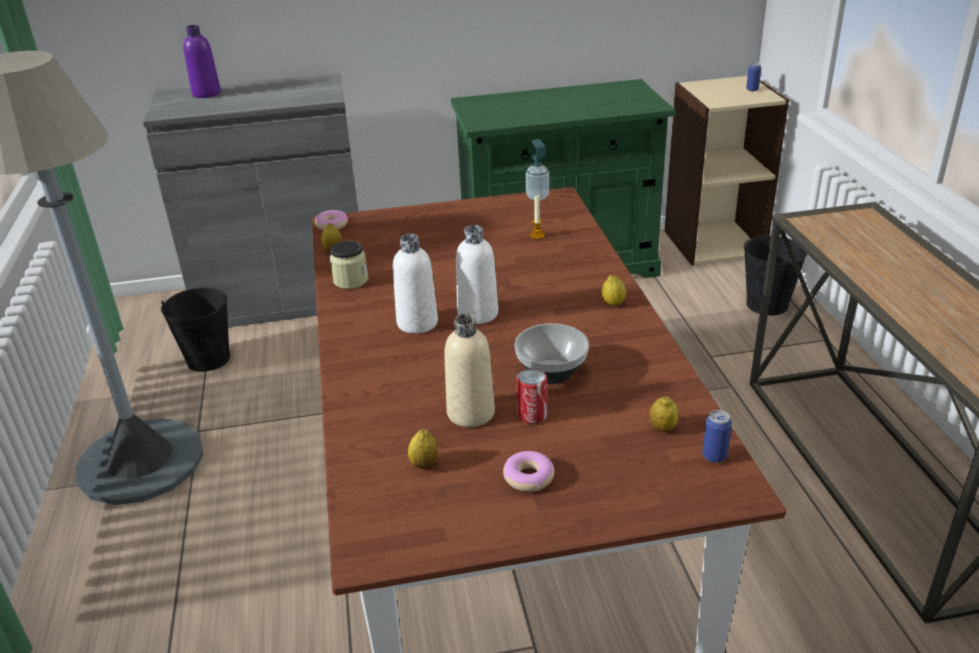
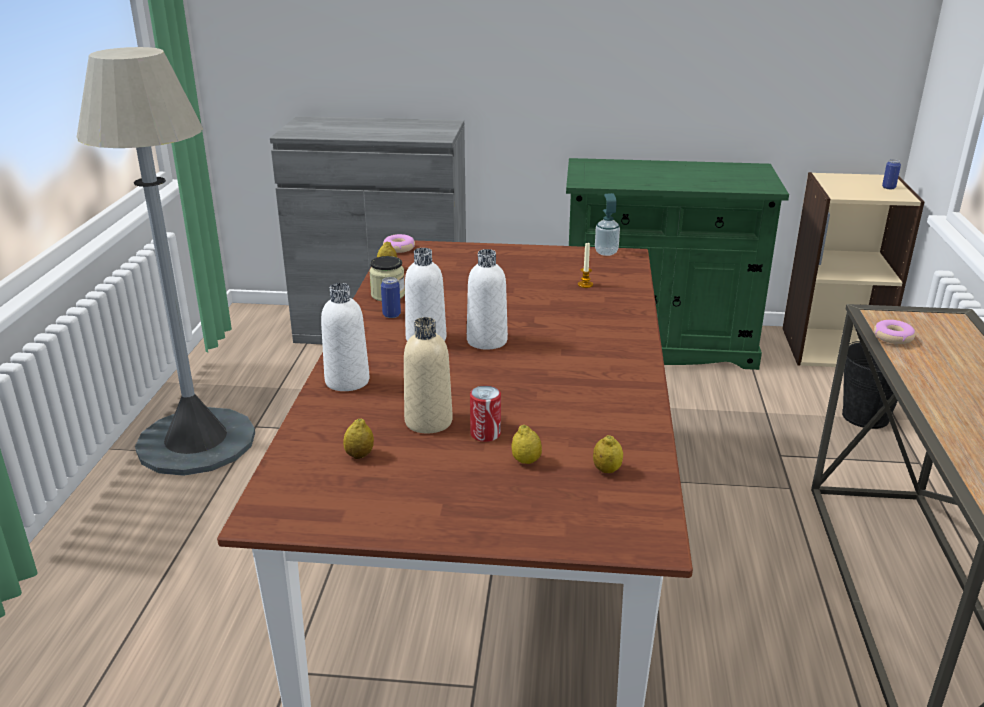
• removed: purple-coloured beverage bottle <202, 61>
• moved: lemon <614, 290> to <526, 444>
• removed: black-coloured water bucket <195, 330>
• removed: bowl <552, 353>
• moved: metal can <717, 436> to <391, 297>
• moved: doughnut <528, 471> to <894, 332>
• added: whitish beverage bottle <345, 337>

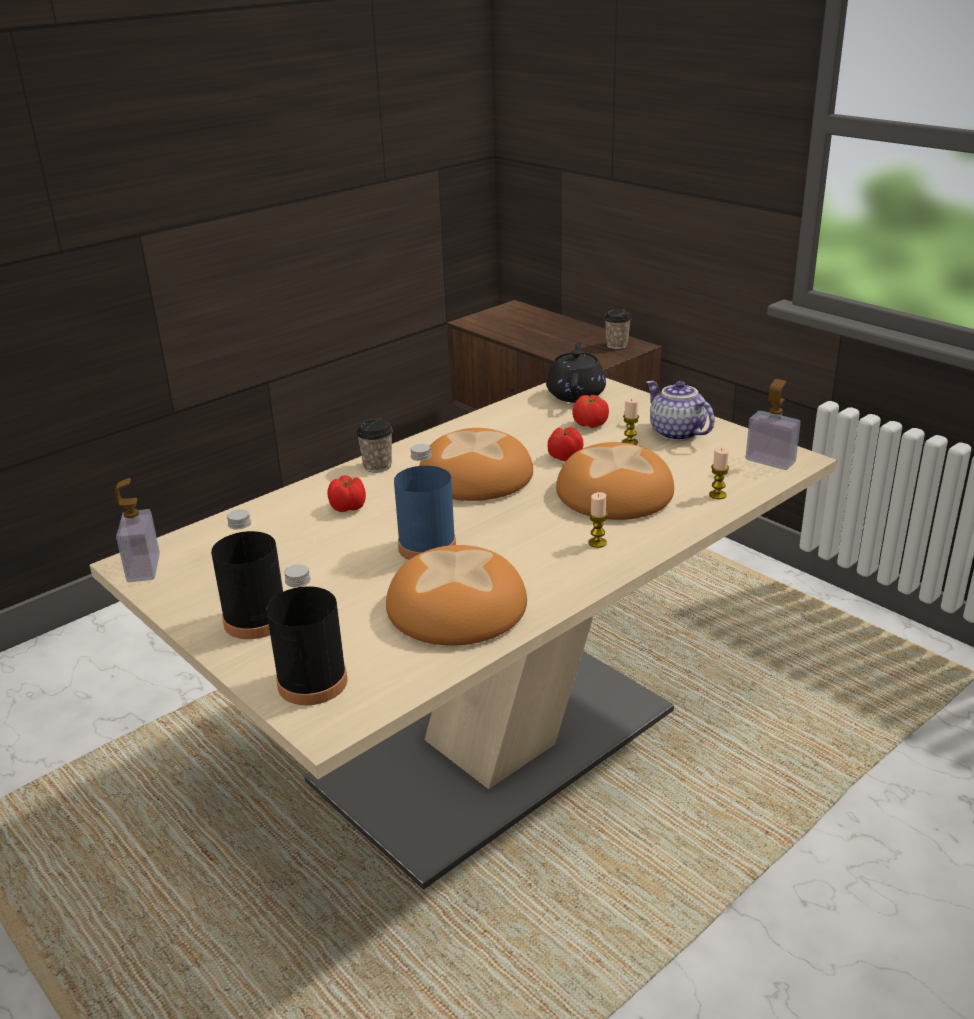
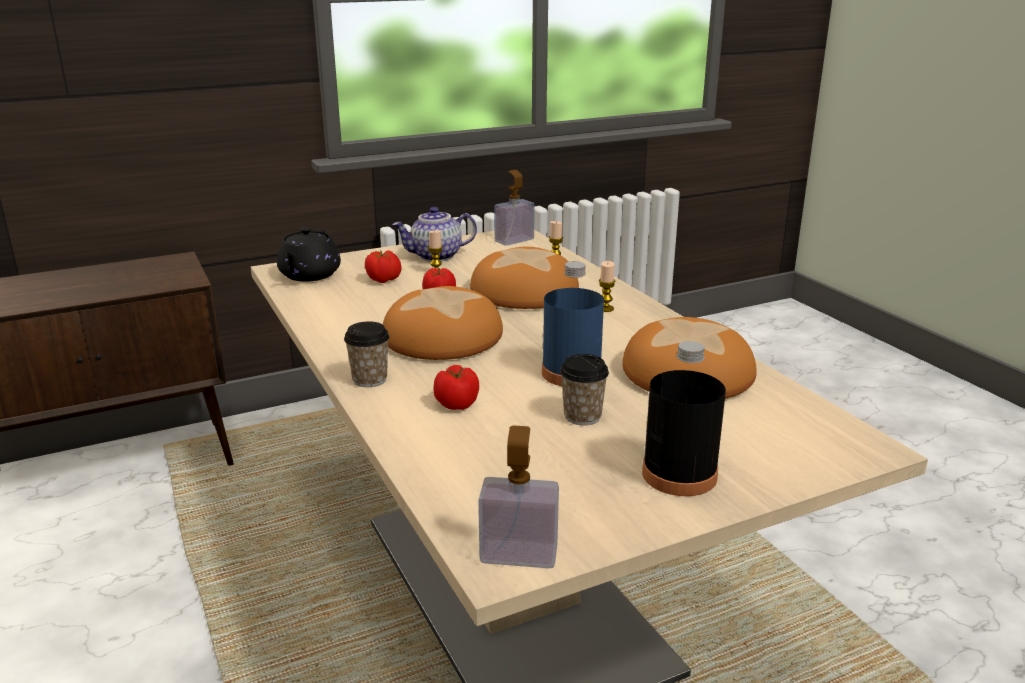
• moved: small cup <618, 329> to <584, 390>
• turned: black-coloured tea pot <576, 372> = <309, 254> 105 degrees counterclockwise
• removed: black-coloured beverage bottle <306, 635>

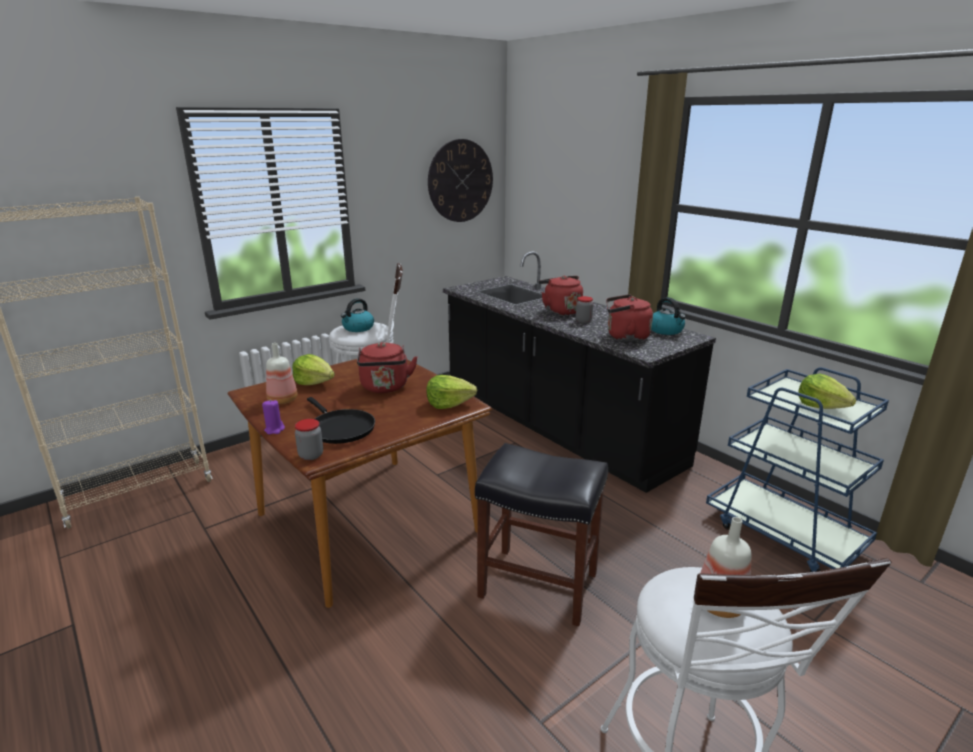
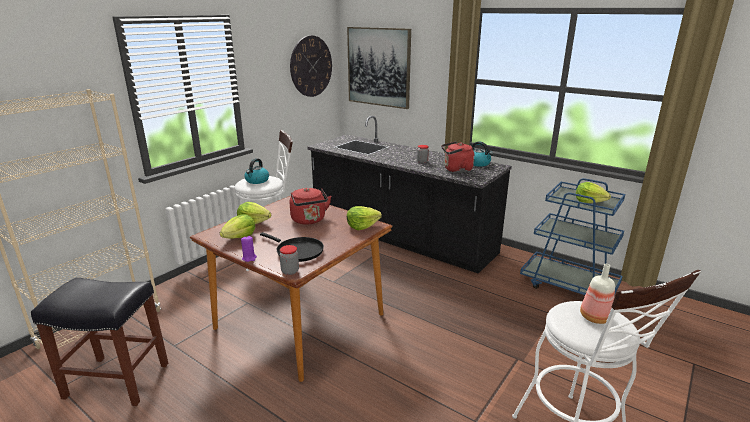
• removed: red water kettle <560, 295>
• replaced: beverage bottle <282, 373> to lettuce head <237, 226>
• moved: black-coloured sitting stool <541, 534> to <99, 341>
• added: picture <379, 68>

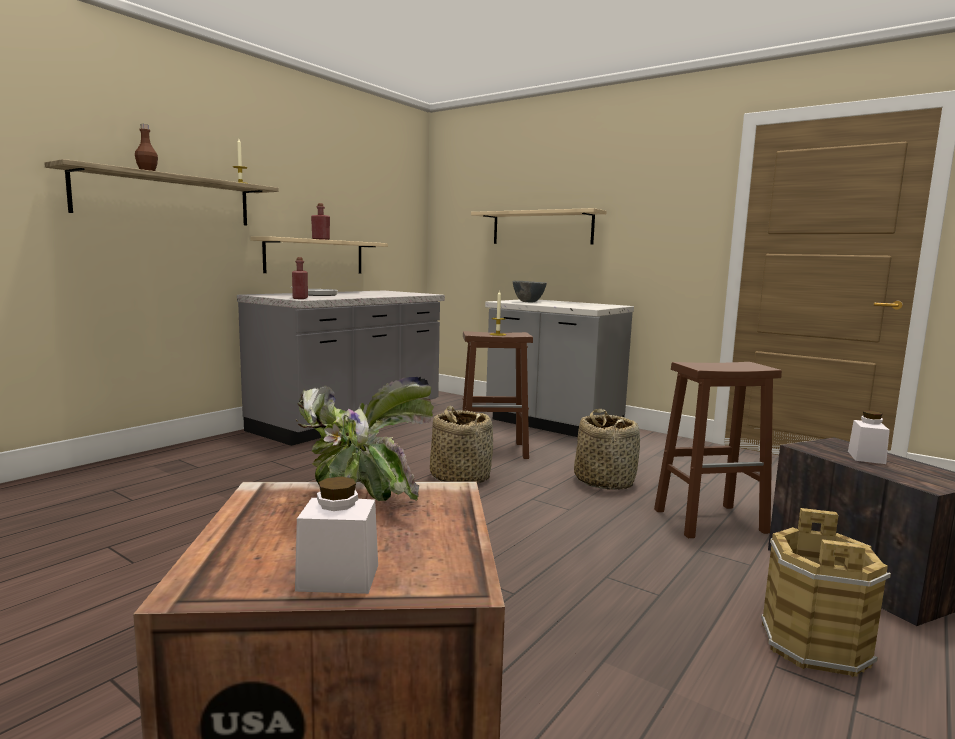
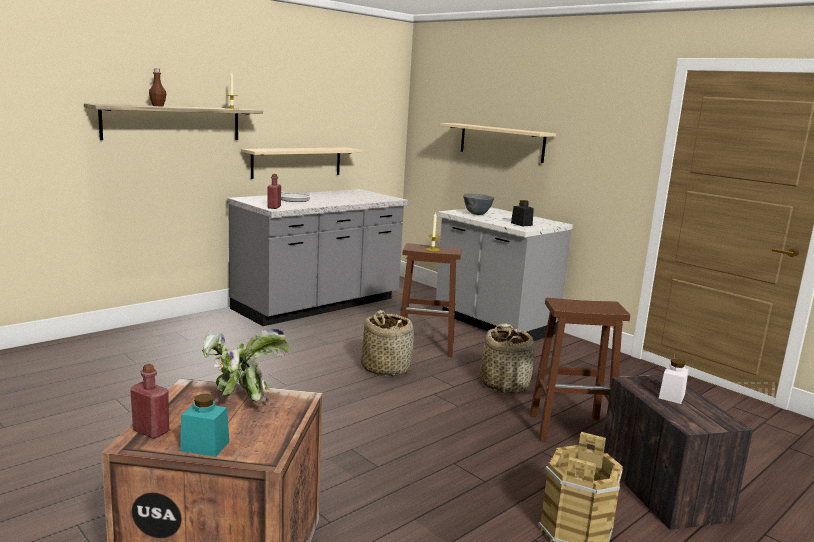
• moved: red beverage bottle <320, 221> to <149, 401>
• recoloured: whitish storage jar <336, 535> to turquoise-coloured storage jar <204, 425>
• added: black-coloured storage jar <522, 213>

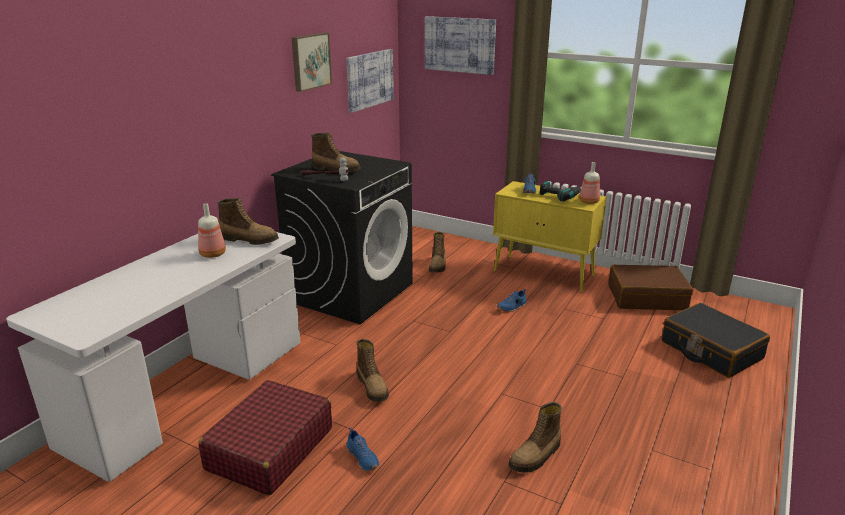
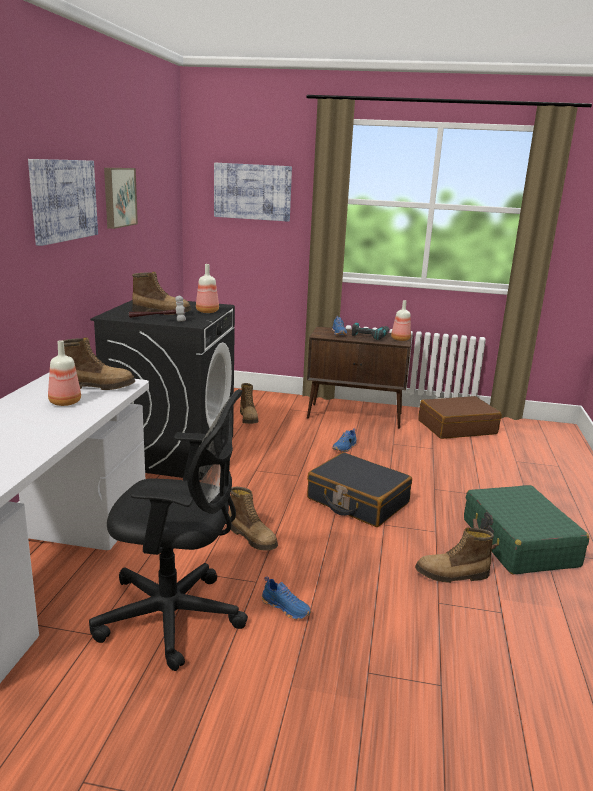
• moved: picture <370, 81> to <63, 202>
• recoloured: yellow-coloured storage cabinet <550, 236> to brownish storage cabinet <359, 377>
• moved: black-coloured suitcase <715, 340> to <359, 489>
• replaced: red suitcase <265, 438> to black-coloured desk chair <168, 530>
• turned: tall boot <535, 437> = <454, 555> 60 degrees clockwise
• added: beverage bottle <207, 288>
• added: greenish suitcase <526, 529>

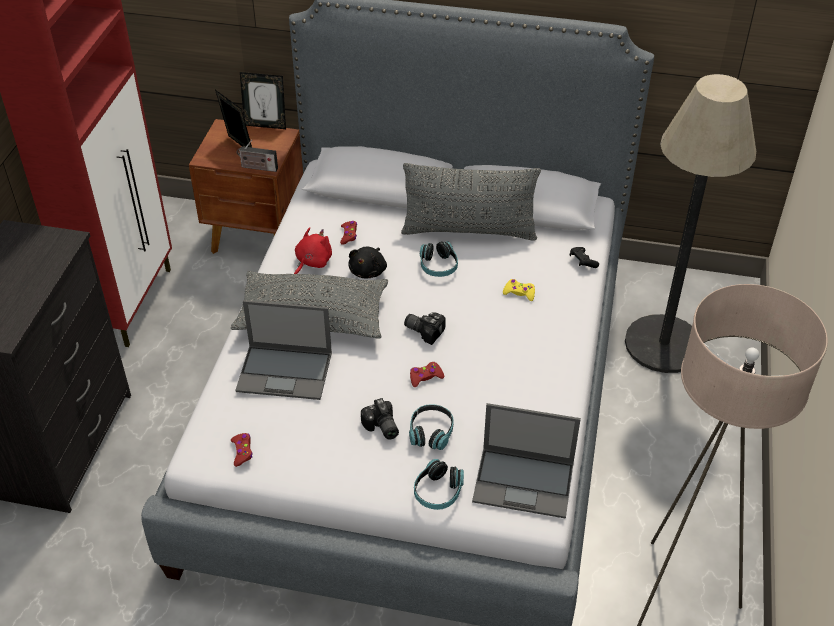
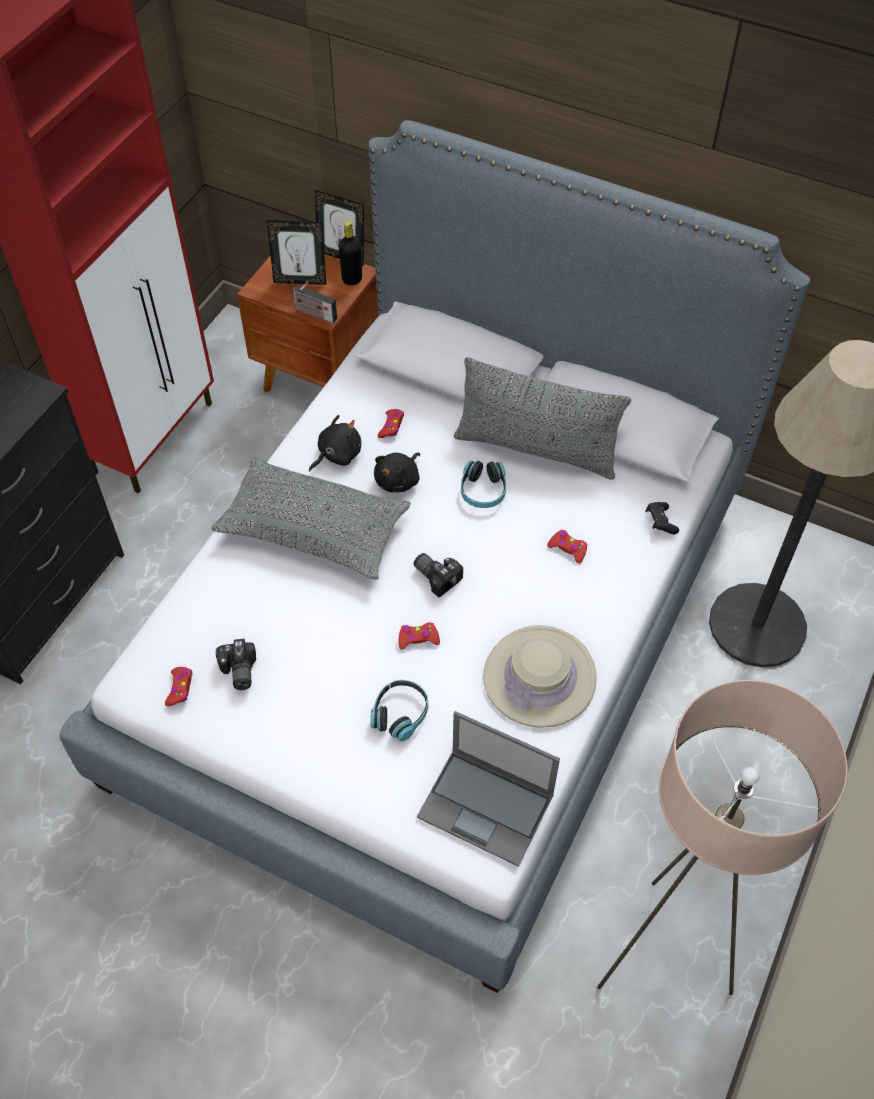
• turned: picture frame <233, 119> = <296, 252> 120 degrees clockwise
• recoloured: red plush toy <313, 250> to black-coloured plush toy <335, 443>
• recoloured: yellow-coloured gamepad <519, 290> to red gamepad <567, 547>
• removed: notebook computer <283, 350>
• moved: photo camera <380, 419> to <236, 664>
• removed: headset <439, 484>
• added: black-coloured beverage bottle <350, 253>
• added: sand-coloured wearable hat <540, 676>

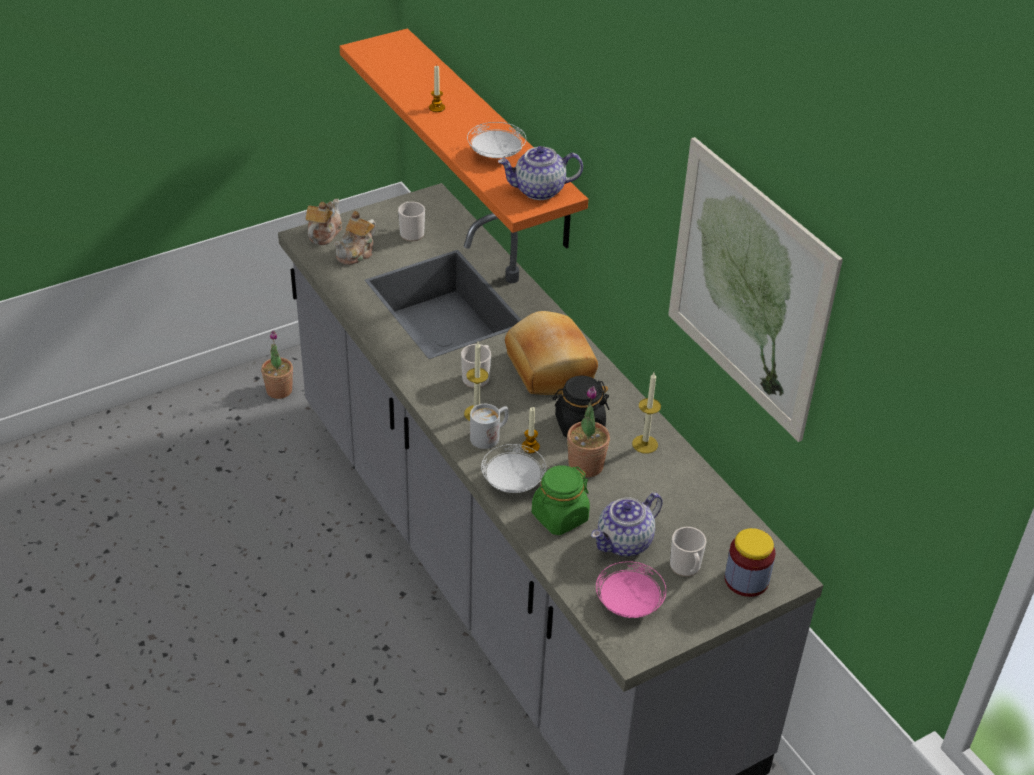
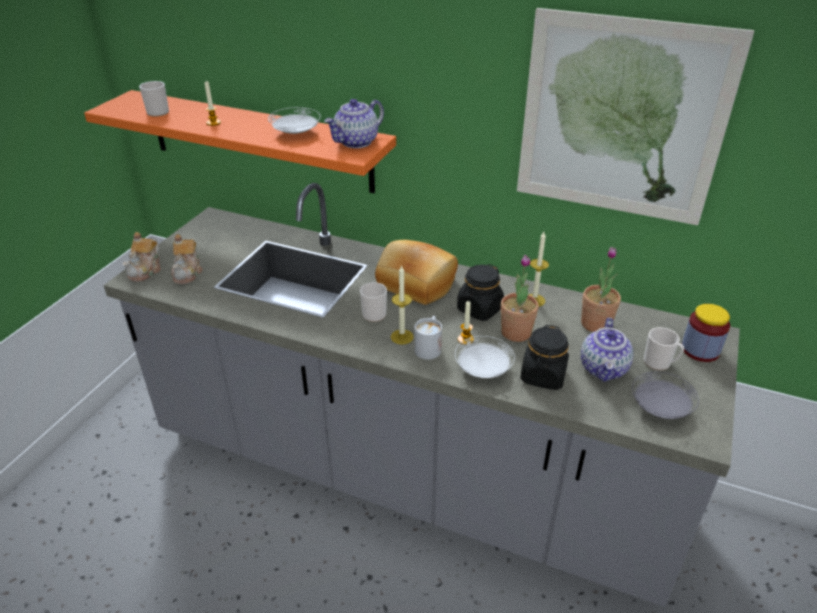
• turned: tea pot <324, 222> = <142, 257> 150 degrees counterclockwise
• moved: mug <411, 221> to <154, 99>
• moved: houseplant <277, 364> to <601, 289>
• recoloured: greenish storage jar <561, 500> to black-coloured storage jar <544, 357>
• recoloured: pinkish plate <631, 589> to gray plate <665, 395>

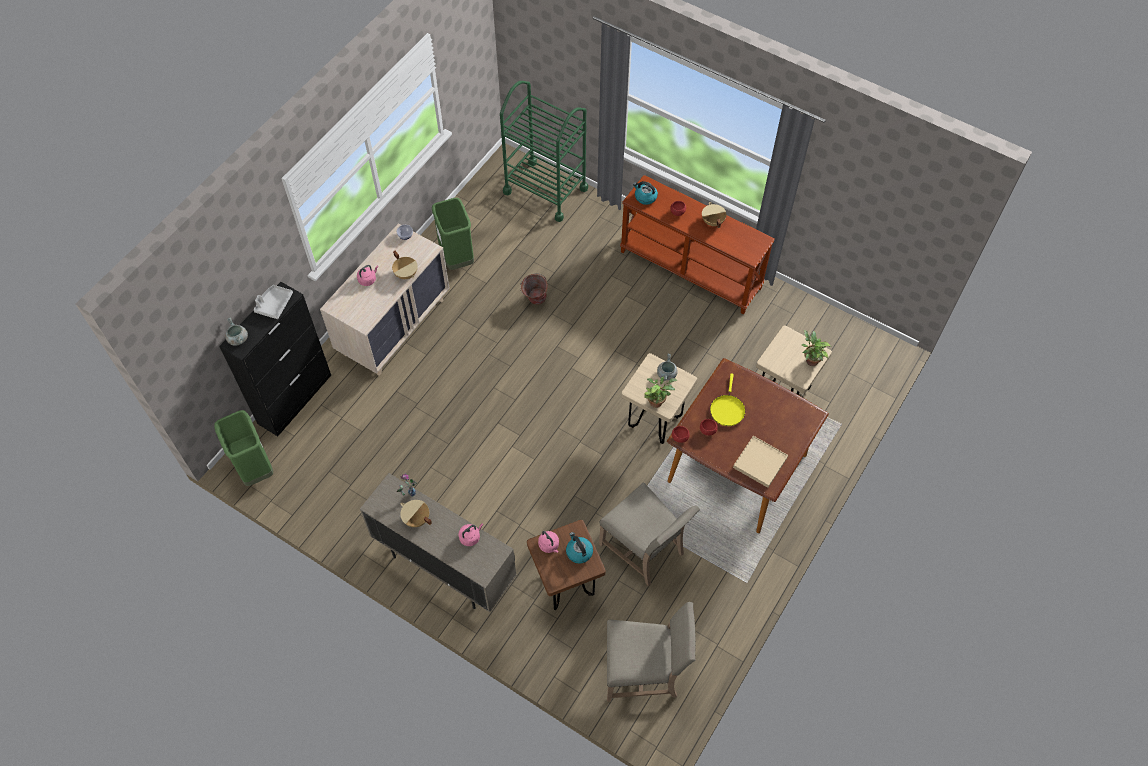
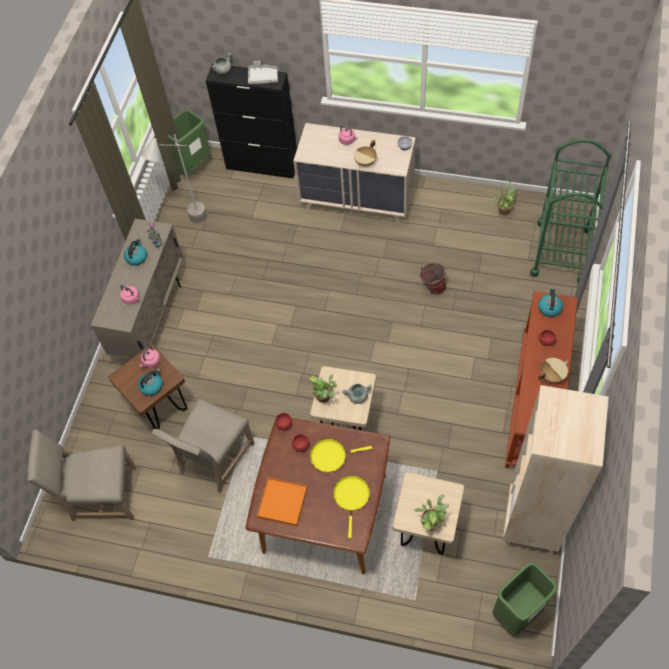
• moved: greenish waste bin <453, 234> to <524, 599>
• recoloured: sand-coloured tray <760, 462> to orange tray <282, 502>
• replaced: sand-coloured saucepot <416, 513> to water kettle <135, 252>
• turned: sand-coloured plain chair <651, 652> = <81, 475> 105 degrees clockwise
• added: gray floor lamp <174, 178>
• added: houseplant <504, 199>
• added: sand-coloured shelving unit <556, 470>
• added: yellow-coloured frying pan <351, 507>

